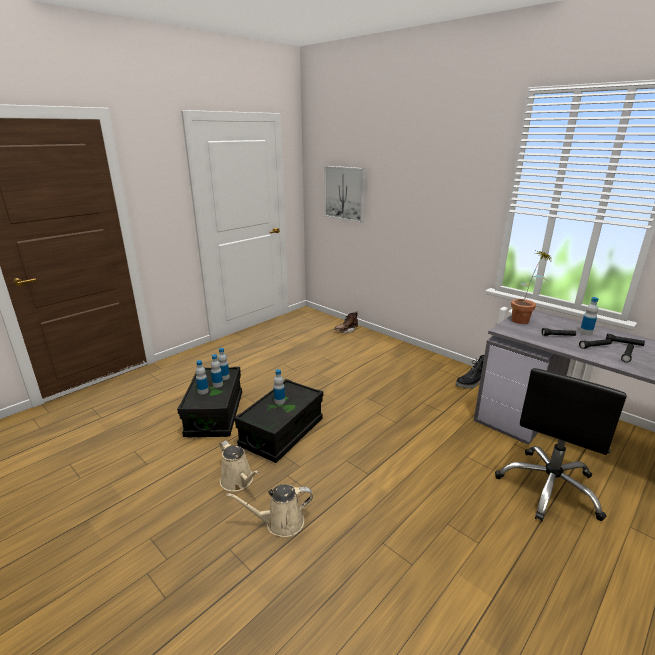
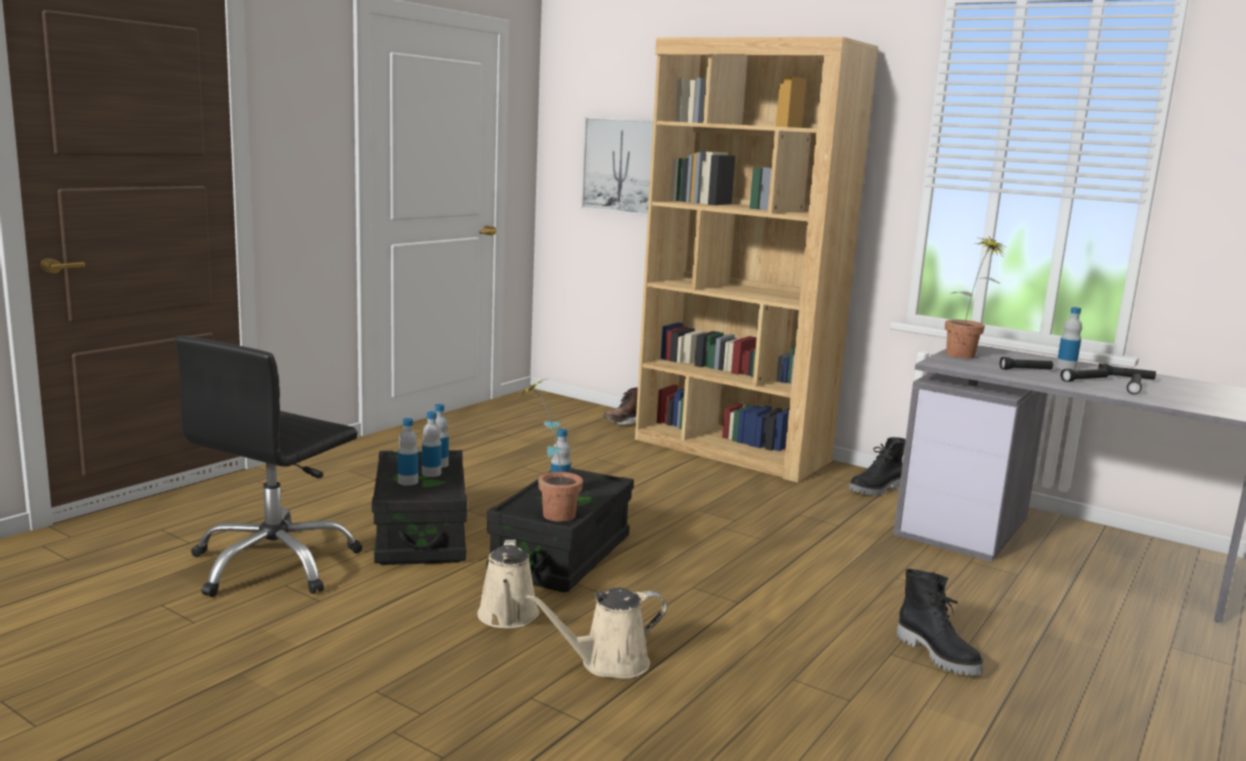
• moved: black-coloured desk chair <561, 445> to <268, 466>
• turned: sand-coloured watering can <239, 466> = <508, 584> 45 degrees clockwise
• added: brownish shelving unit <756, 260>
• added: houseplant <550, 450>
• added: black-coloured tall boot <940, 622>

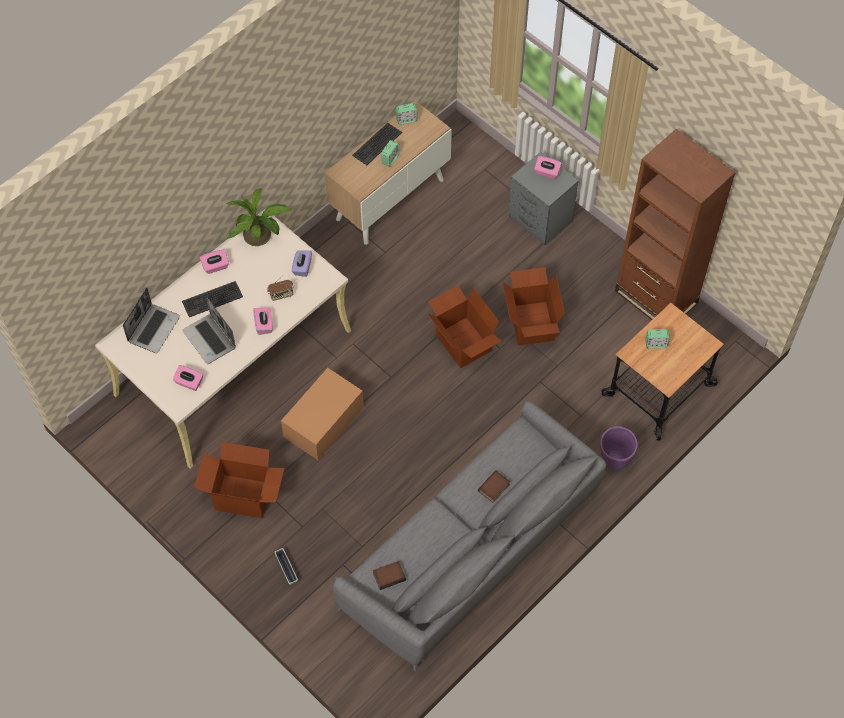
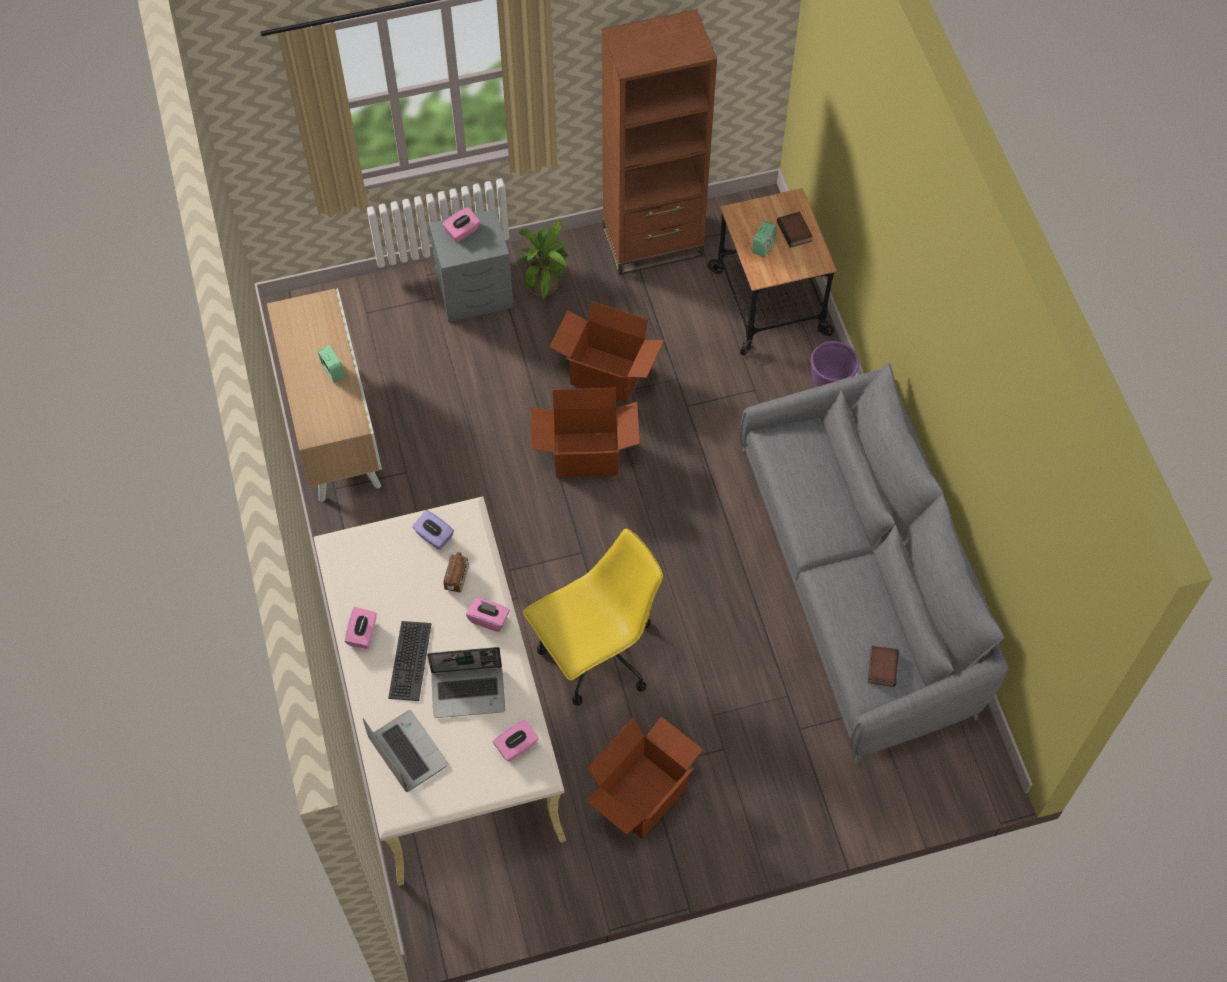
• removed: bedside clock <407, 114>
• removed: computer keyboard <377, 144>
• moved: houseplant <259, 217> to <541, 260>
• replaced: packing box <322, 414> to yellow-coloured desk chair <593, 617>
• moved: bound book <494, 486> to <794, 229>
• removed: flower pot <286, 566>

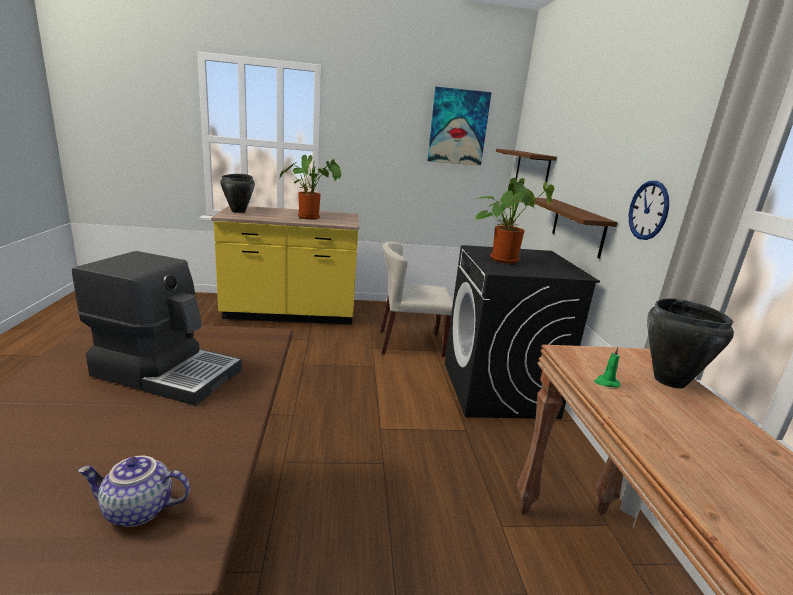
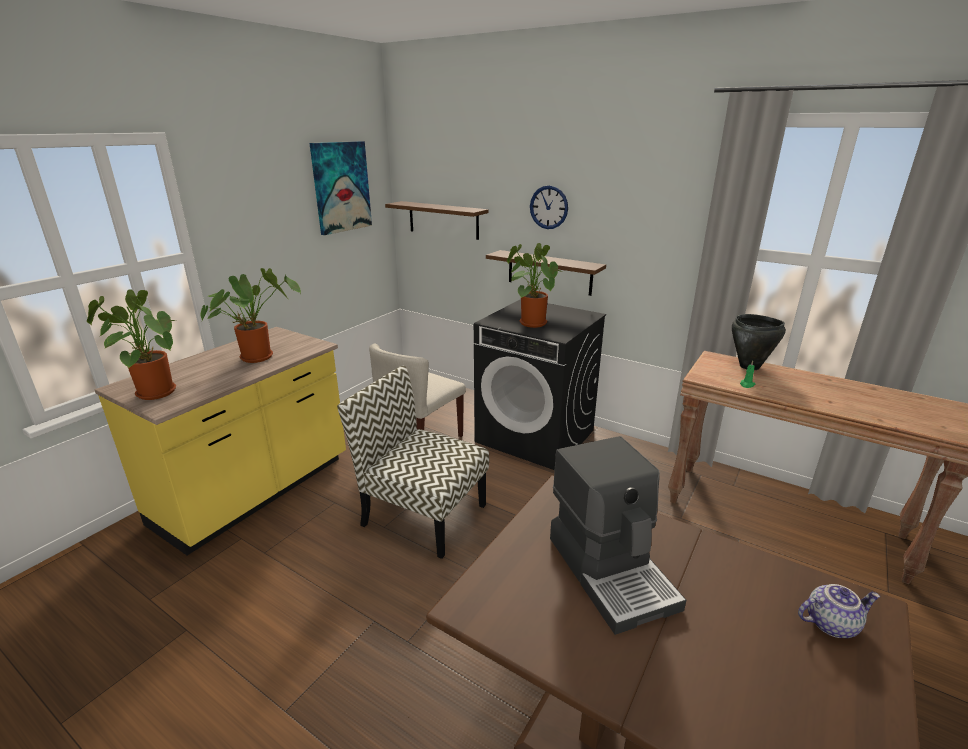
• replaced: black-coloured saucepot <237, 193> to houseplant <131, 344>
• moved: wall clock <649, 210> to <549, 207>
• turned: coffee machine <157, 328> = <618, 535> 105 degrees clockwise
• turned: tea pot <134, 491> = <839, 611> 135 degrees counterclockwise
• added: plain chair <413, 462>

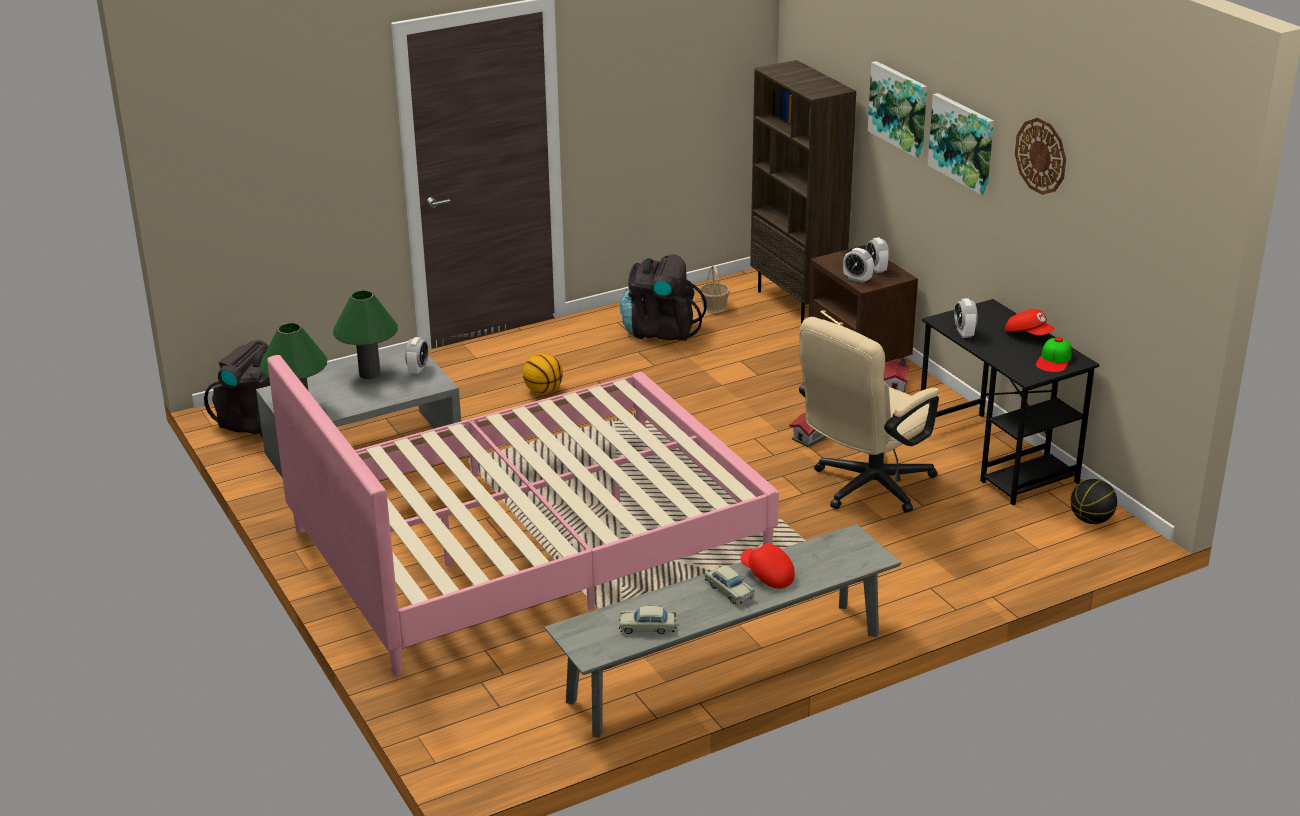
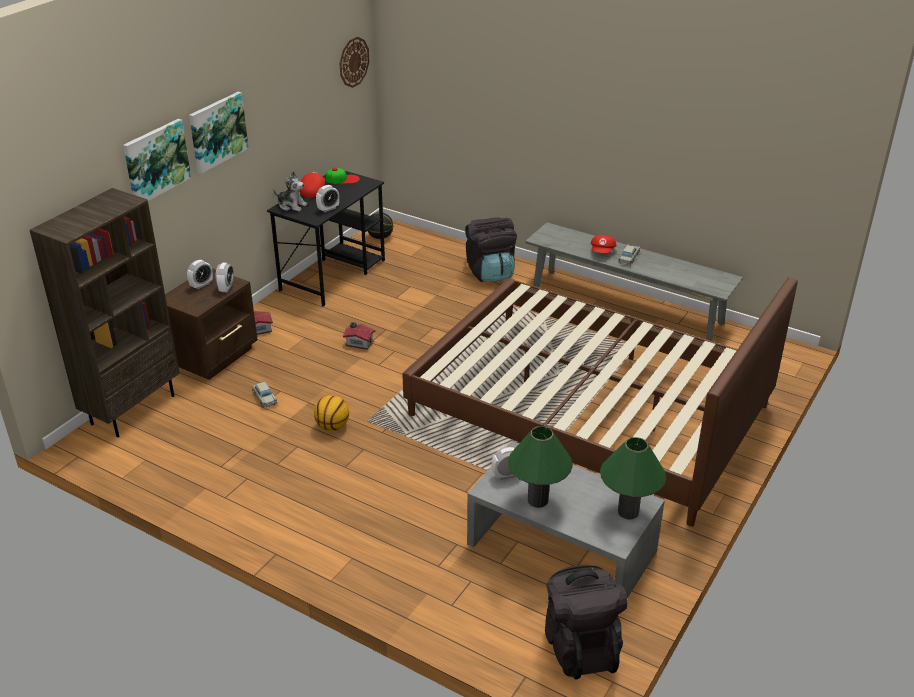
• moved: wall clock <1040, 156> to <354, 62>
• moved: black-coloured knapsack <663, 297> to <491, 249>
• removed: storage basket <714, 289>
• removed: sand-coloured desk chair <869, 415>
• moved: basketball ball <543, 374> to <331, 413>
• recoloured: pinkish sleeping bed <523, 515> to brownish sleeping bed <600, 402>
• moved: sand-coloured model car <647, 620> to <264, 395>
• added: plush toy <290, 191>

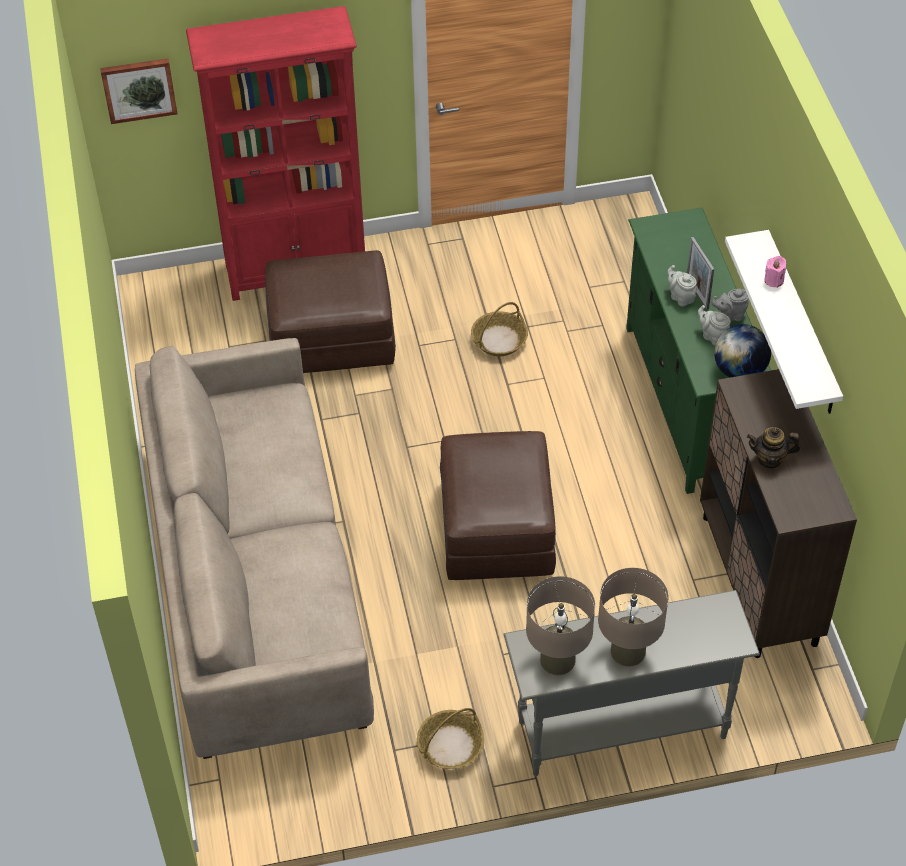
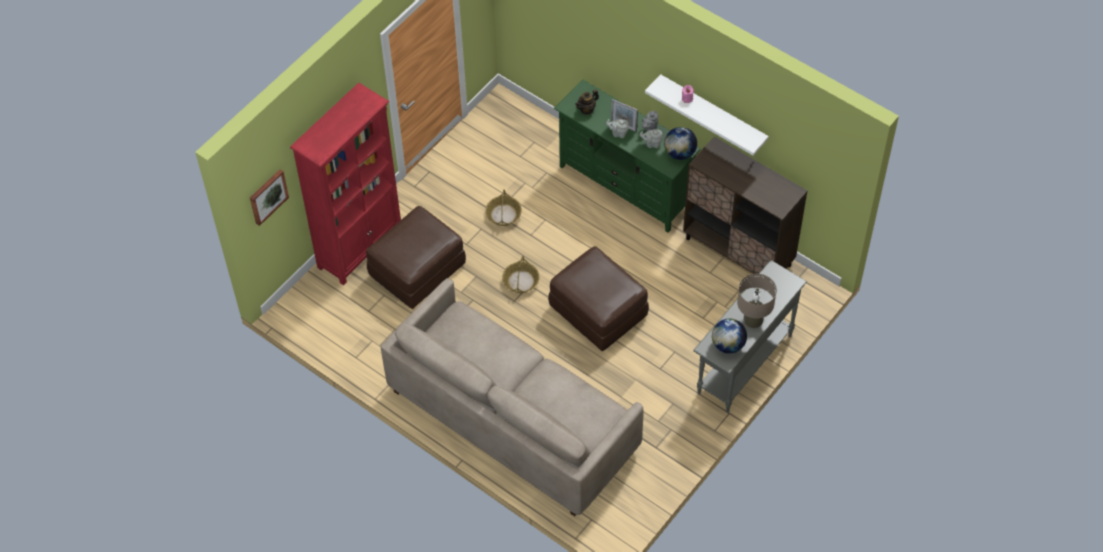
• moved: tea pot <773, 448> to <587, 102>
• replaced: sand-coloured tabletop lamp <560, 625> to globe <729, 336>
• moved: storage basket <450, 738> to <520, 274>

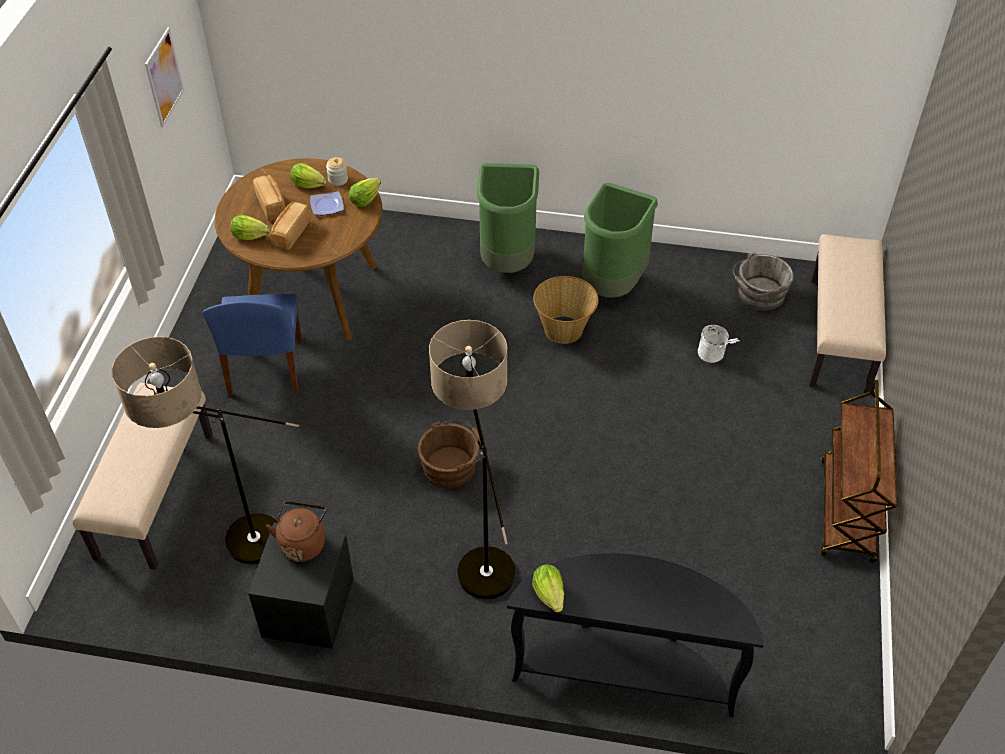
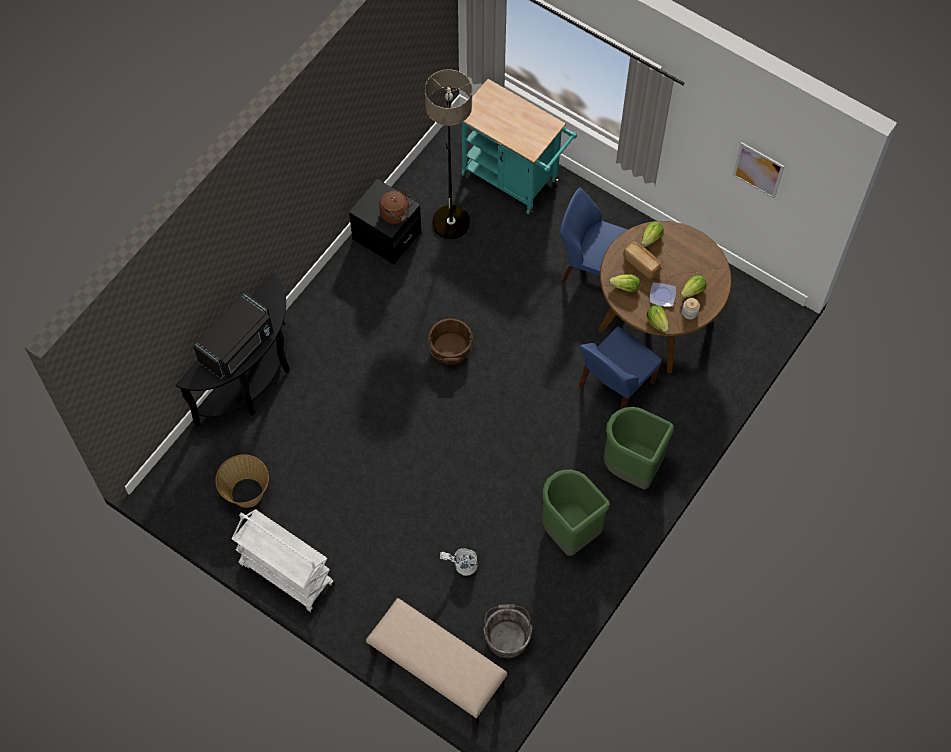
• removed: bread <269, 198>
• moved: storage basket <566, 310> to <242, 481>
• removed: floor lamp <472, 459>
• recoloured: brownish wheeled cart <858, 471> to whitish wheeled cart <283, 561>
• replaced: sand-coloured long seat <142, 476> to turquoise-coloured wheeled cart <519, 146>
• moved: lettuce head <548, 589> to <624, 283>
• added: black-coloured kitchen microwave <233, 335>
• added: blue plain chair <620, 368>

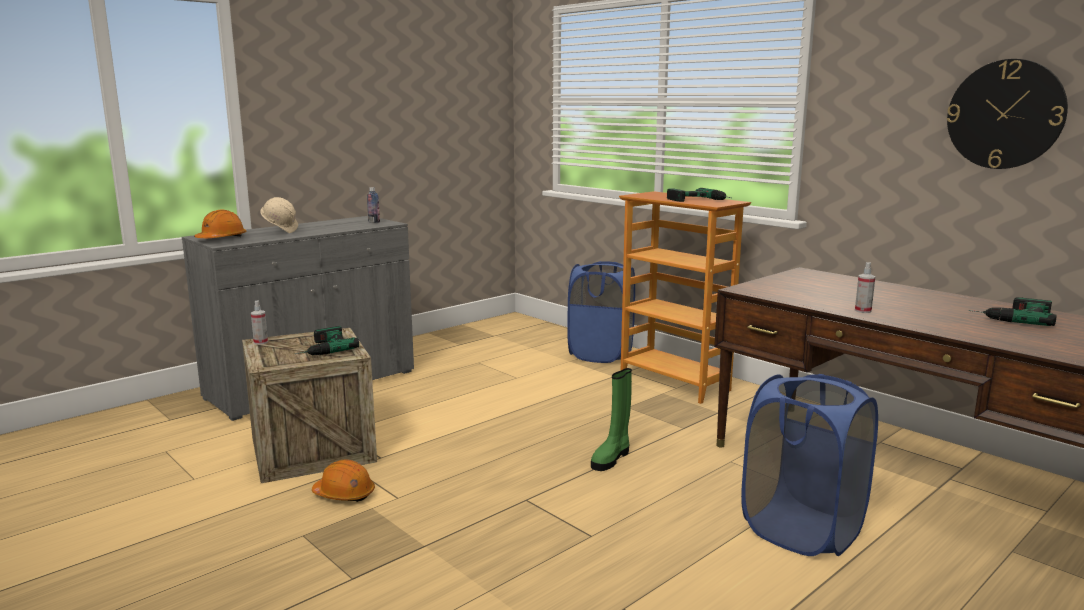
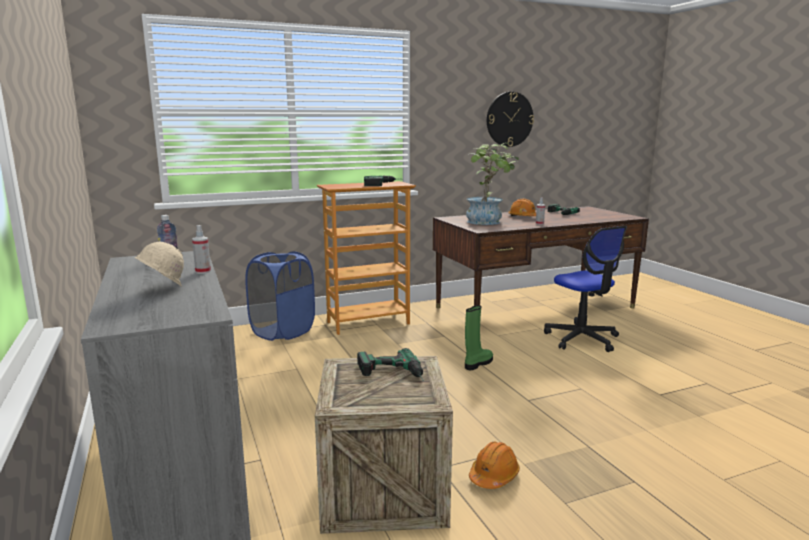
• moved: orange hard hat <220, 223> to <522, 207>
• moved: hand sprayer <259, 322> to <201, 249>
• turned: greenish tall boot <611, 419> = <479, 337> 105 degrees counterclockwise
• replaced: blue washing basket <809, 465> to desk chair <585, 289>
• added: houseplant <492, 184>

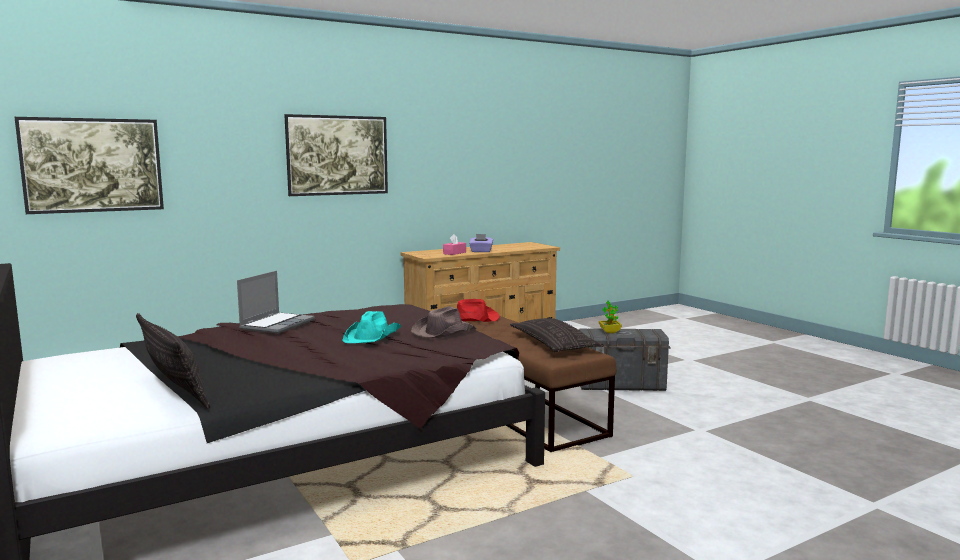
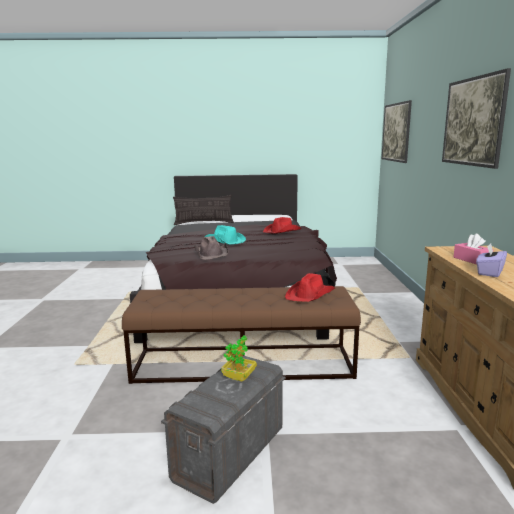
• replaced: notebook computer <276, 302> to red wearable hat <282, 225>
• removed: cushion <557, 335>

